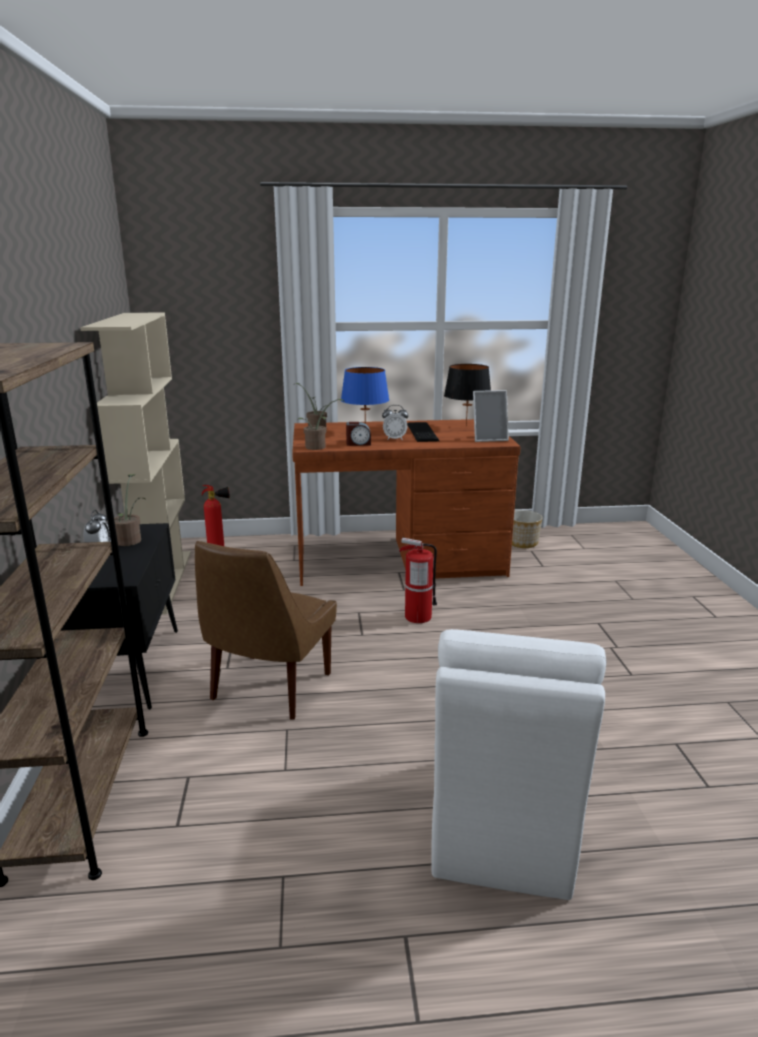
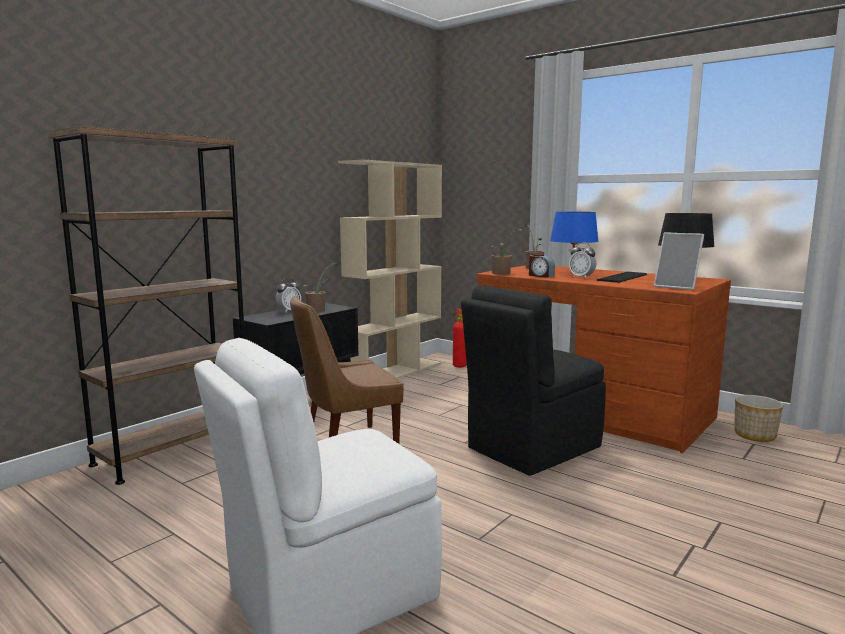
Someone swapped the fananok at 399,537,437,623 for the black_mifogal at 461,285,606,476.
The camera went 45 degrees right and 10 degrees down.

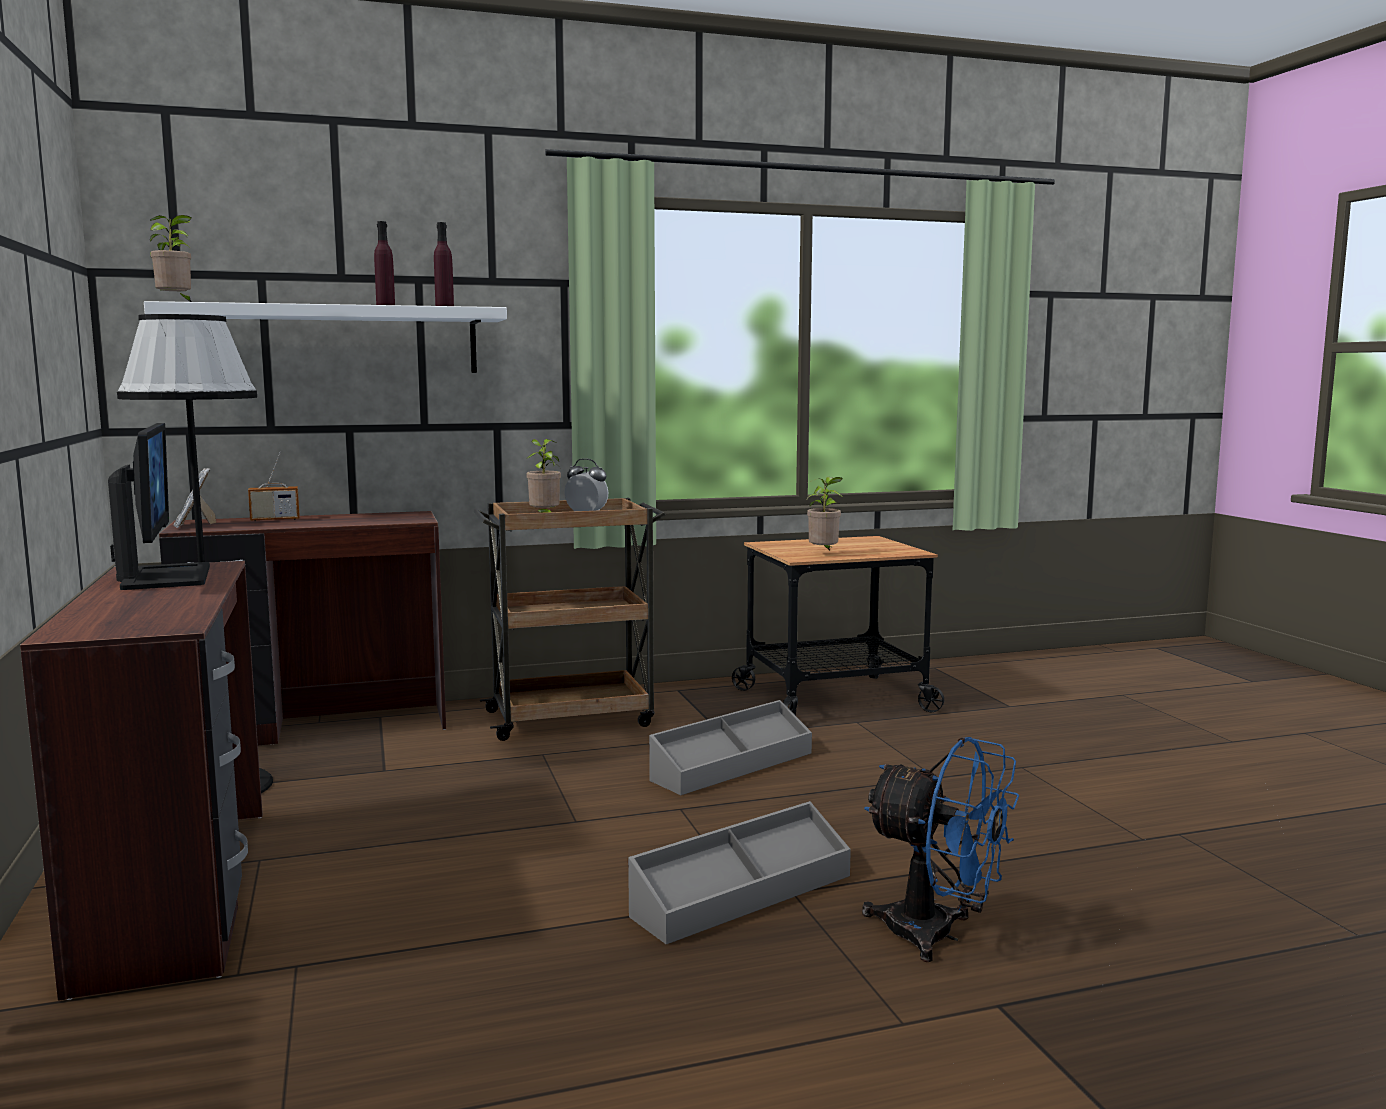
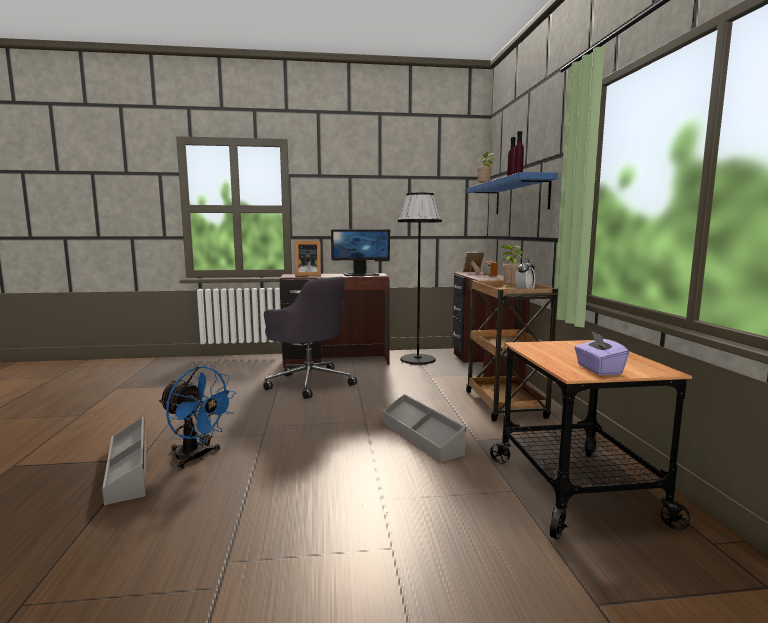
Someone carried the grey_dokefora from 628,801,851,945 to 102,417,146,505.
Someone rotated the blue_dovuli at 862,737,1019,962 by 105 degrees counterclockwise.
Someone put down the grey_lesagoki at 263,277,357,399.
Someone put down the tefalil at 295,241,321,277.
Someone repainted the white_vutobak at 144,301,507,373, which became the blue_vutobak at 467,172,558,214.
Someone put down the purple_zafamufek at 574,331,629,375.
Someone took away the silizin at 807,477,843,551.
The camera went 100 degrees right and 0 degrees up.

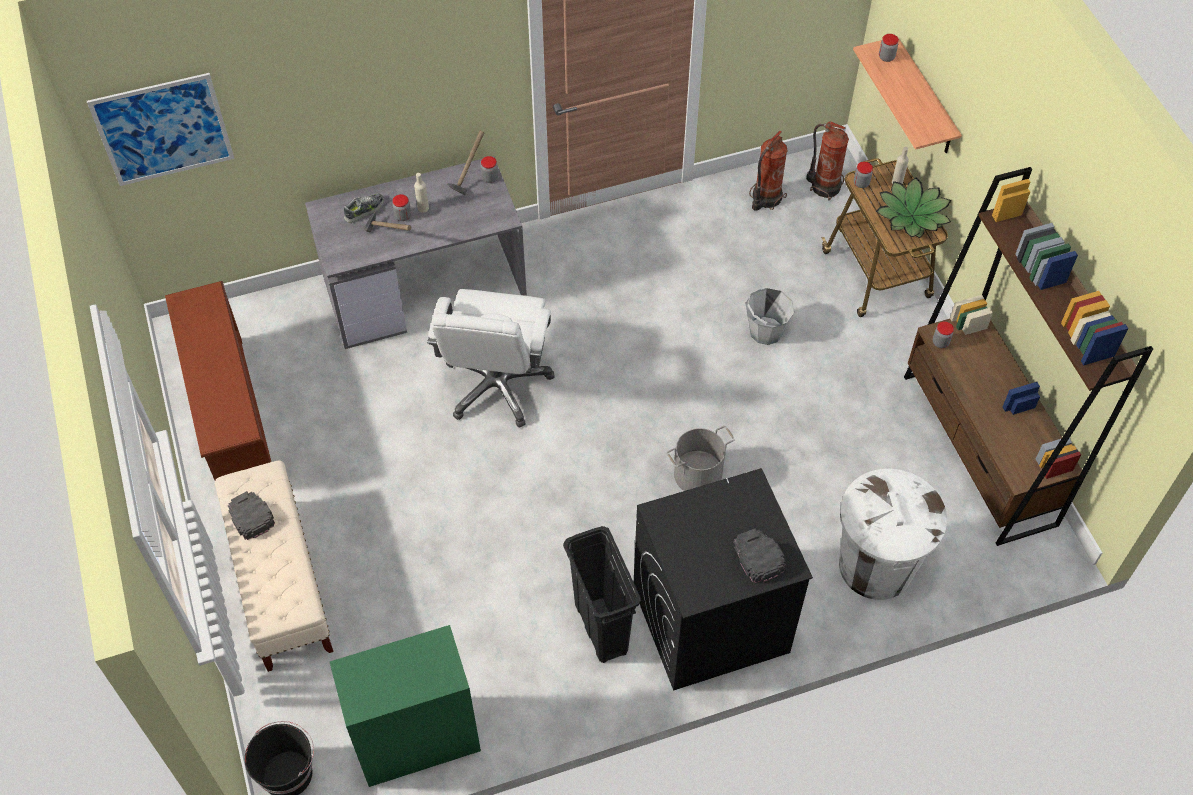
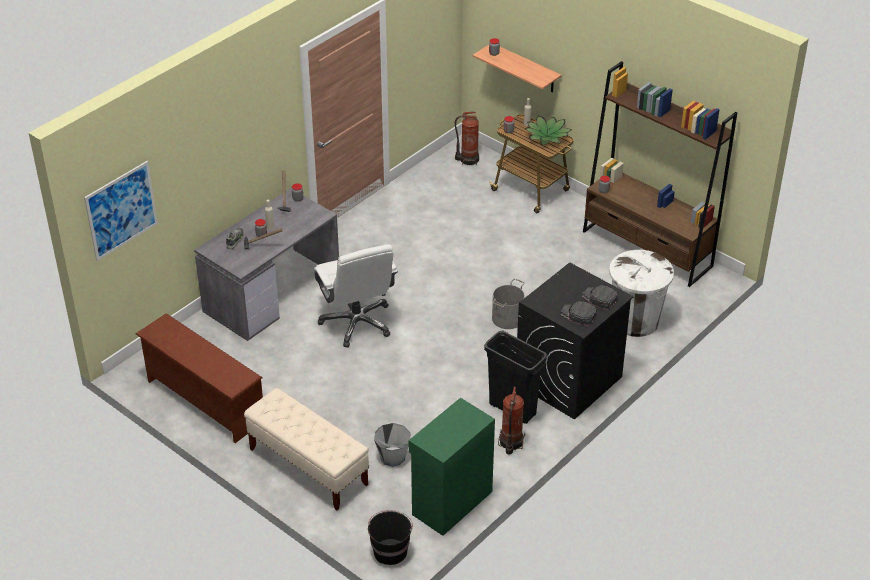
Someone carried the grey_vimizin from 746,288,794,345 to 374,423,411,467.
Someone carried the fananok from 749,131,788,211 to 498,387,525,455.
Someone carried the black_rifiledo from 228,491,275,540 to 560,301,597,326.
The camera went 30 degrees left and 15 degrees down.

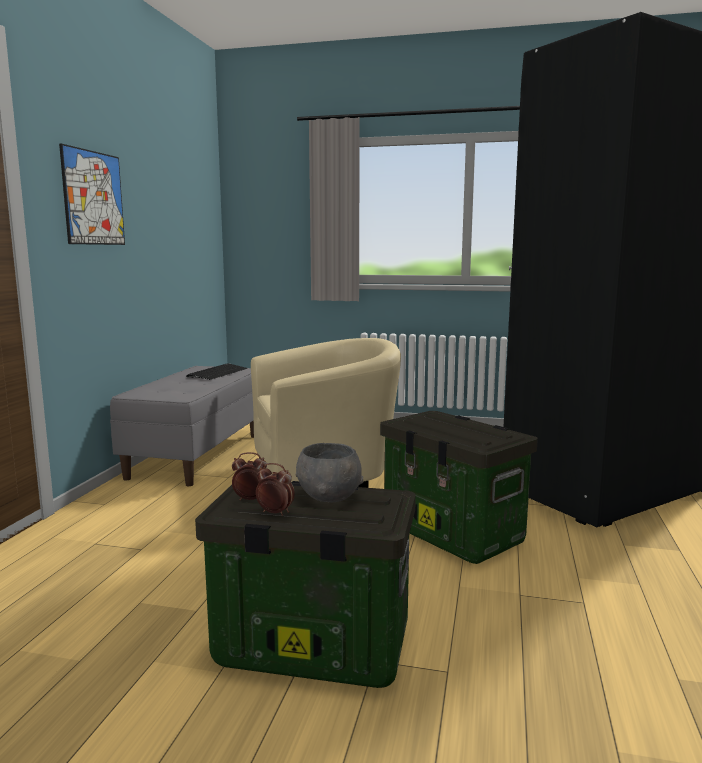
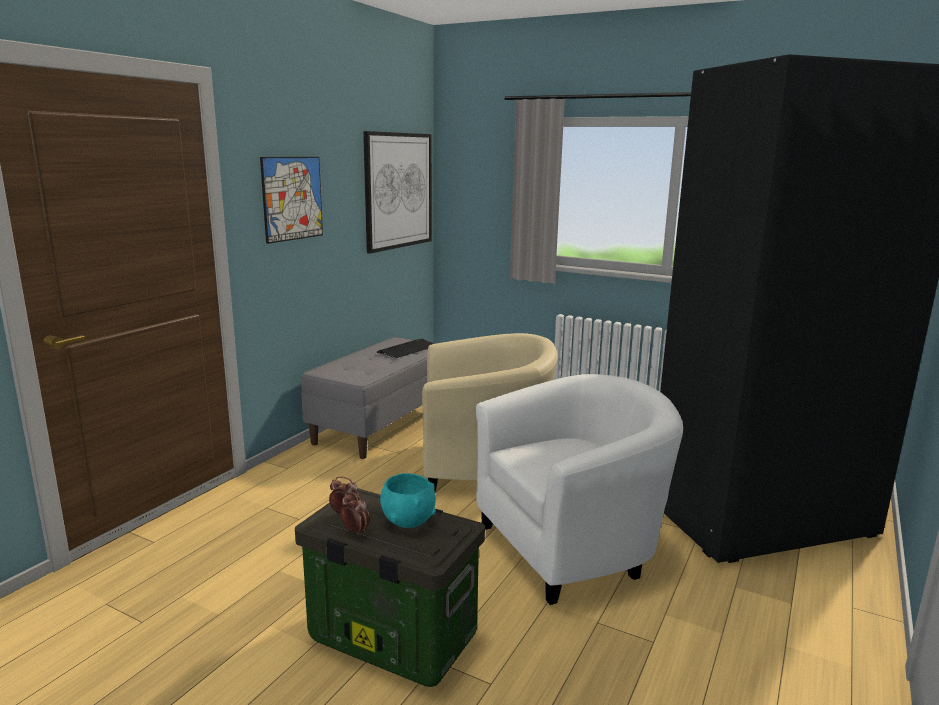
Someone put up the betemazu at 363,131,432,254.
Someone repainted the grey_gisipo at 296,443,363,502, which became the turquoise_gisipo at 380,473,436,528.
Someone swapped the dokefora at 380,411,538,564 for the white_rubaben at 476,374,683,605.
The camera went 15 degrees right and 5 degrees up.

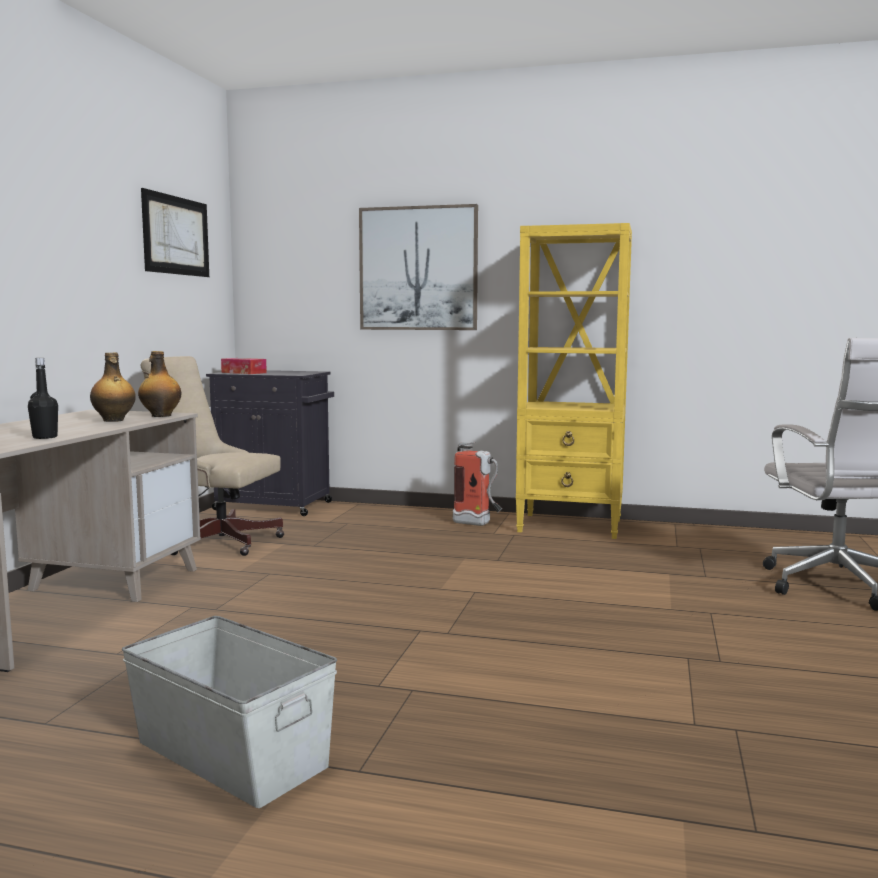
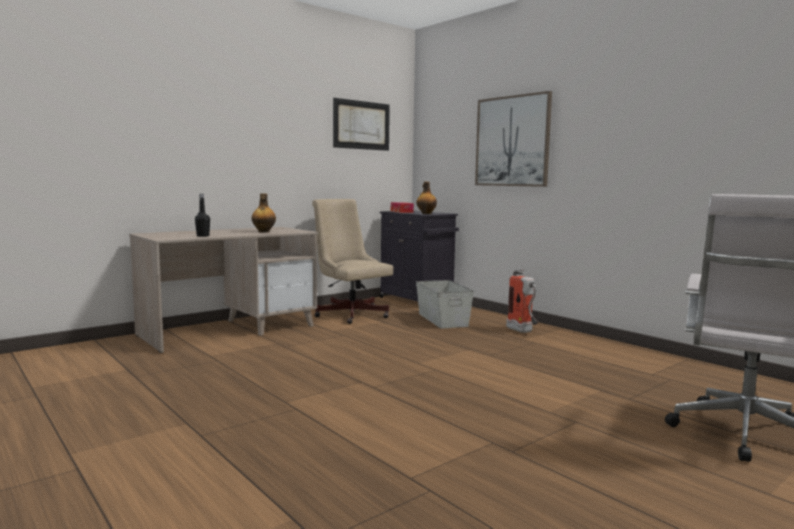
Someone carried the grey_dokefora from 122,616,337,808 to 416,280,474,329.
Someone carried the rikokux from 138,351,181,417 to 417,182,437,214.
Someone took away the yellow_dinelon at 516,223,632,539.
The camera went 35 degrees right and 0 degrees up.

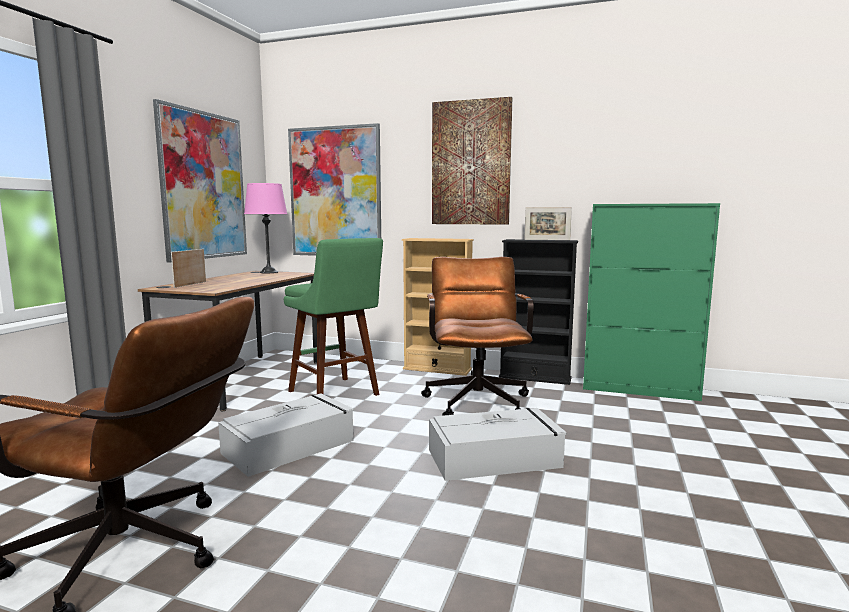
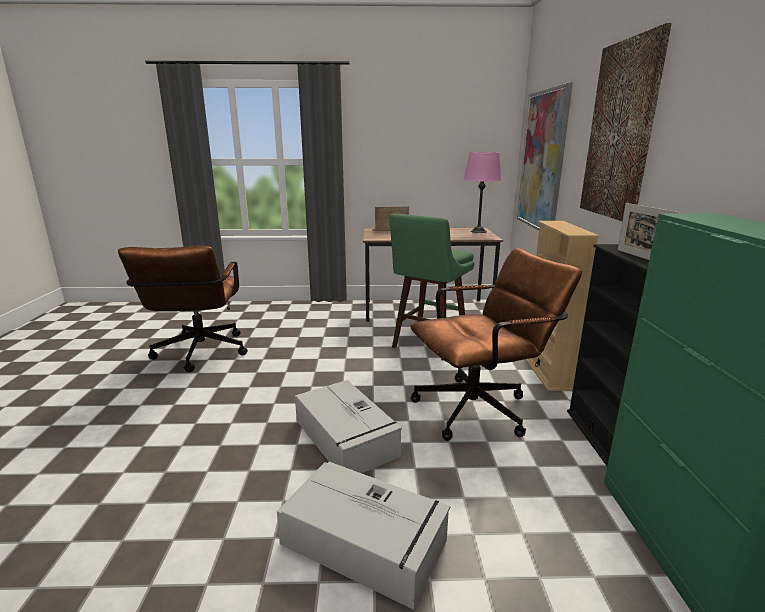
Someone carried the grey_dokefora from 218,393,354,477 to 277,462,450,610.
Someone took away the betemazu at 153,99,247,262.
The camera went 70 degrees right and 10 degrees up.

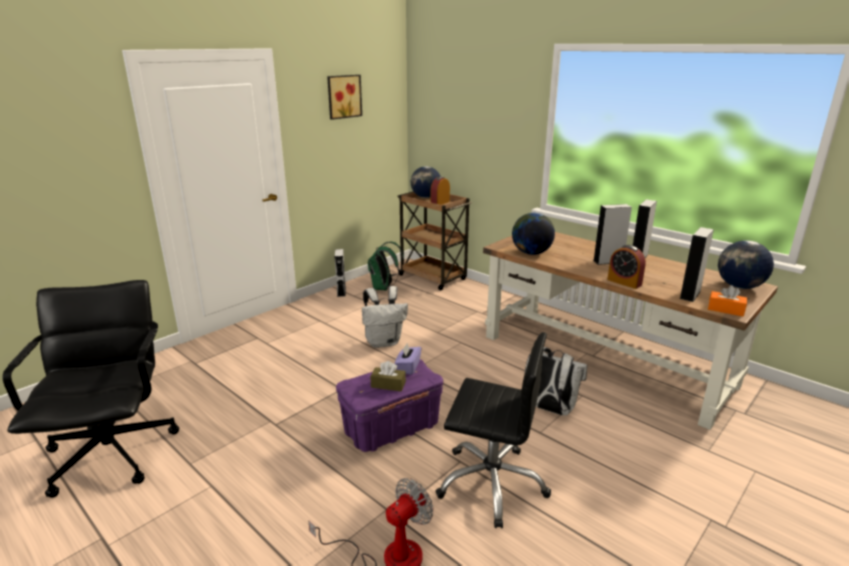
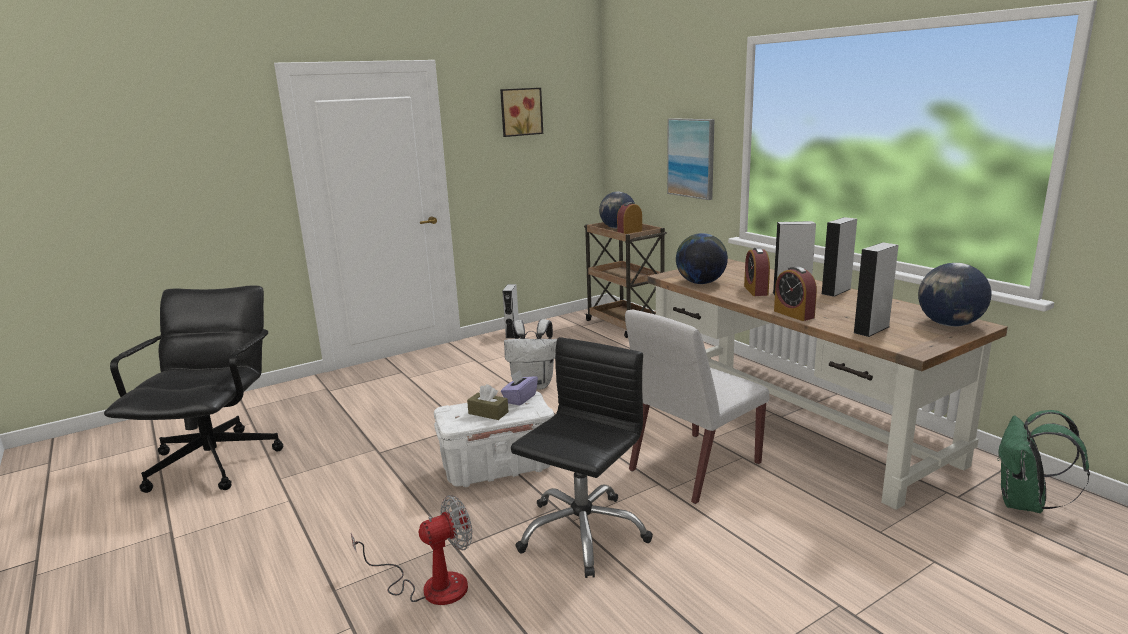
Someone repainted the purple_dokefora at 336,359,443,452, which became the white_dokefora at 434,391,554,487.
Someone rotated the black_lesagoki at 435,332,551,528 by 90 degrees counterclockwise.
Someone swapped the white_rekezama at 525,347,588,416 for the white_mifogal at 625,309,769,504.
Someone put up the betemazu at 667,118,715,200.
Someone put down the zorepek at 744,247,770,296.
Someone carried the green_rekezama from 368,242,405,290 to 997,410,1090,513.
Someone took away the orange_zafamufek at 708,285,747,316.
The camera went 15 degrees right and 5 degrees down.

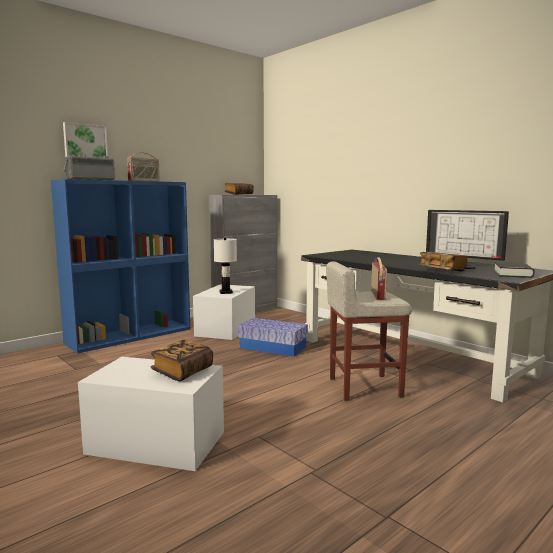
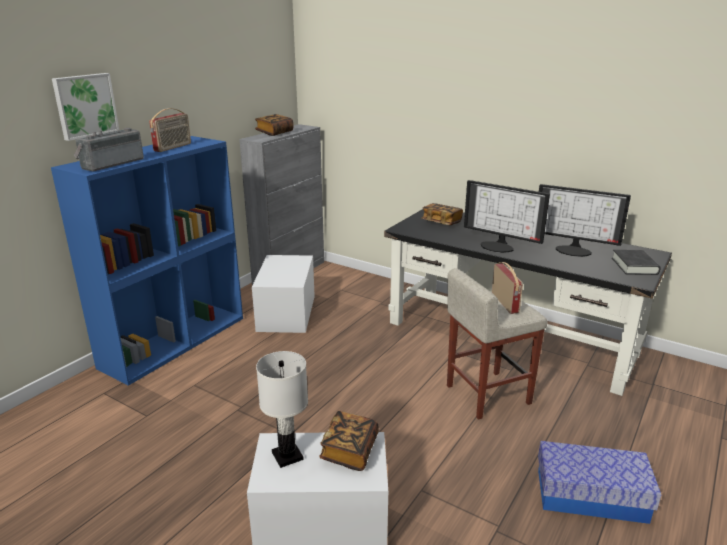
Someone carried the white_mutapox from 214,238,237,294 to 256,351,308,468.
Someone carried the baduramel from 419,252,467,272 to 422,203,463,225.
Someone put down the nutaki at 464,180,550,253.
Someone carried the dokefora from 238,318,308,357 to 538,441,661,524.
The camera went 15 degrees left and 15 degrees up.

